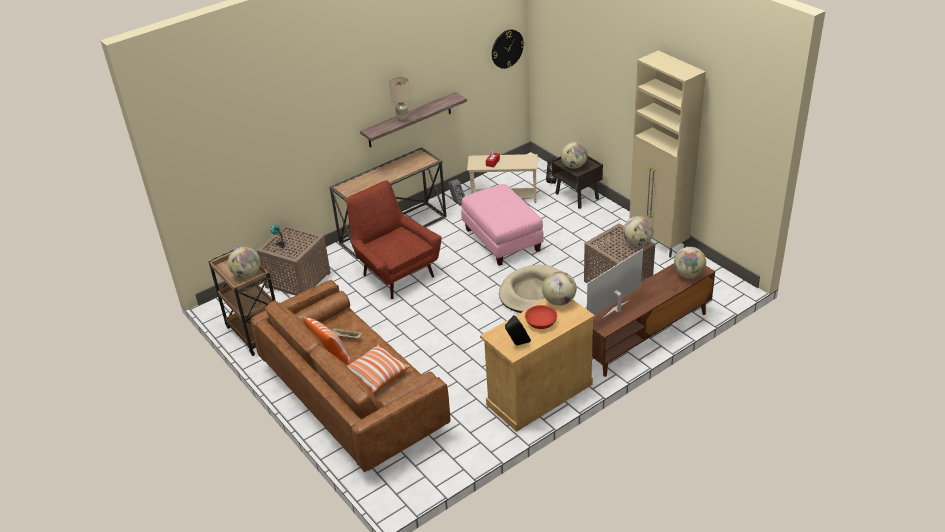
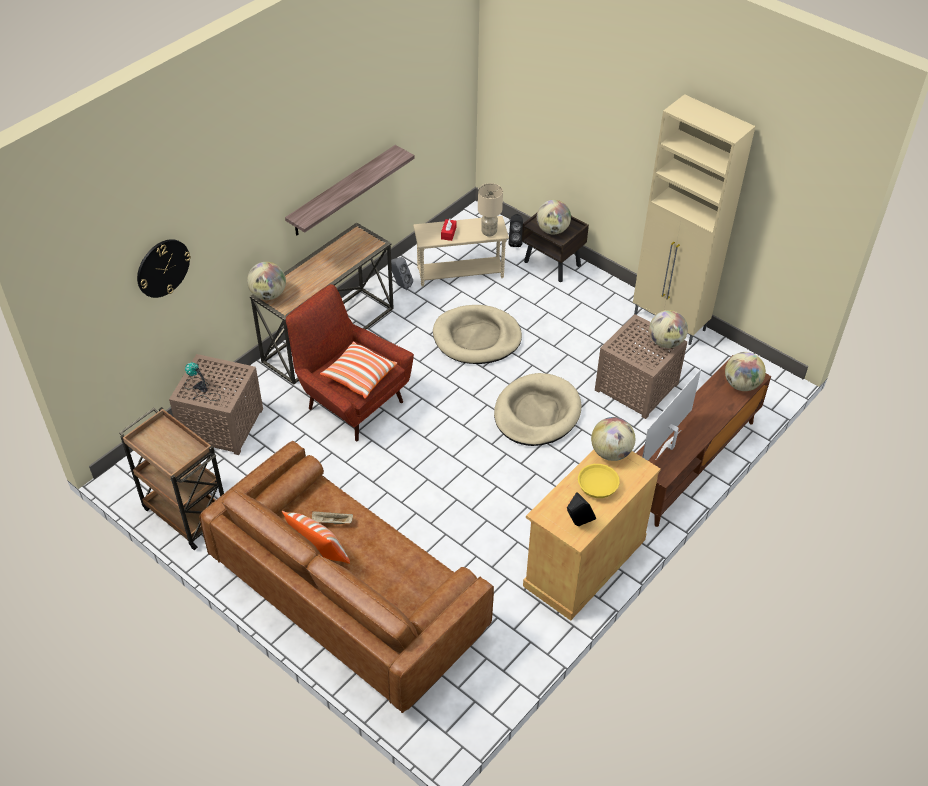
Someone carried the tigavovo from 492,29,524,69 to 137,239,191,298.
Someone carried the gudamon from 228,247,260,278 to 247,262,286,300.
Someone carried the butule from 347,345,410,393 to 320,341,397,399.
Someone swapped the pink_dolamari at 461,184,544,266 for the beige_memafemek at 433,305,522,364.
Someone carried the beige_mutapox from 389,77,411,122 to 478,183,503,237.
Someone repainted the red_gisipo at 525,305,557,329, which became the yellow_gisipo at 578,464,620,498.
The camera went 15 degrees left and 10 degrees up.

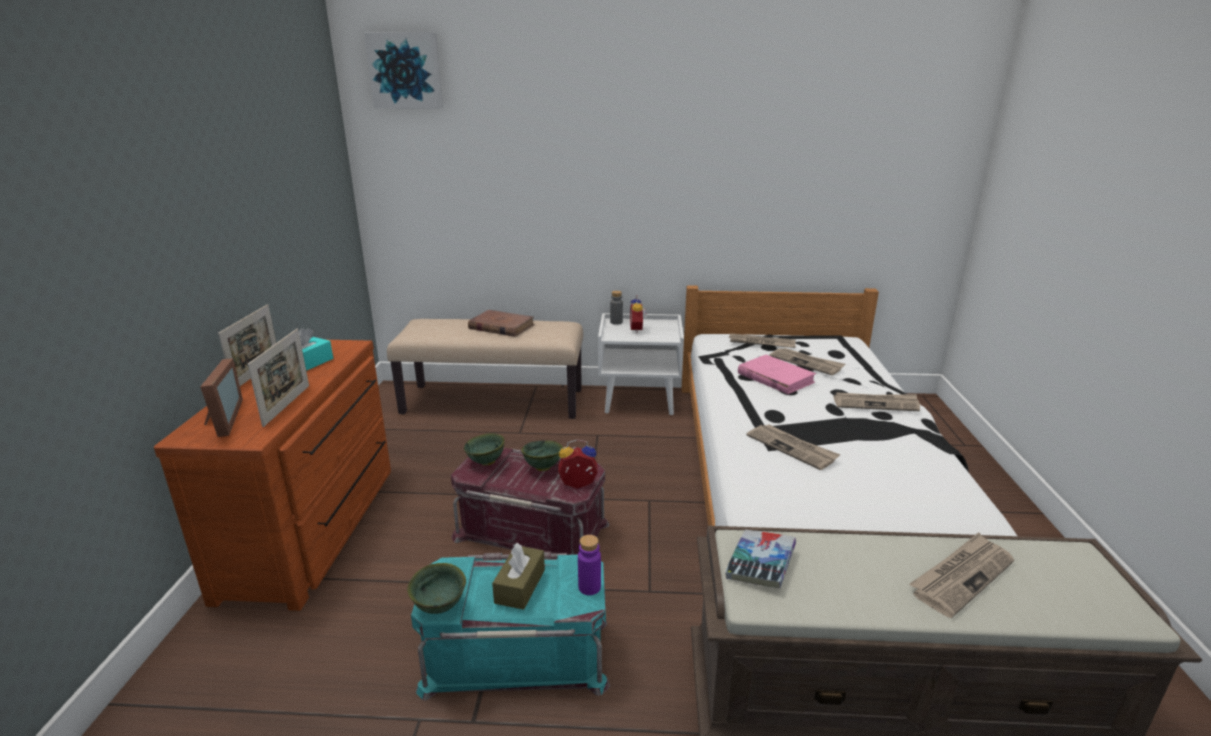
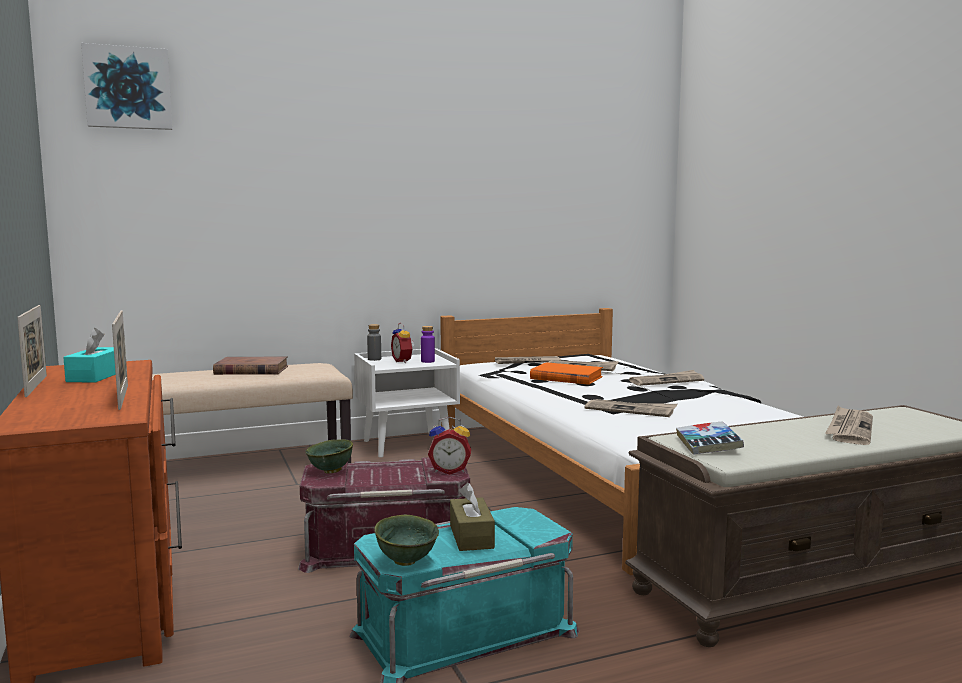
Someone carried the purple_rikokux from 578,535,601,595 to 421,326,435,363.
Someone rotated the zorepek at 558,439,598,489 by 150 degrees counterclockwise.
Someone repainted the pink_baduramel at 738,355,816,394, which became the orange_baduramel at 530,362,603,385.
Someone took away the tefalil at 200,358,243,437.
Someone took away the green_gisipo at 521,440,563,471.
The camera went 25 degrees left and 15 degrees down.

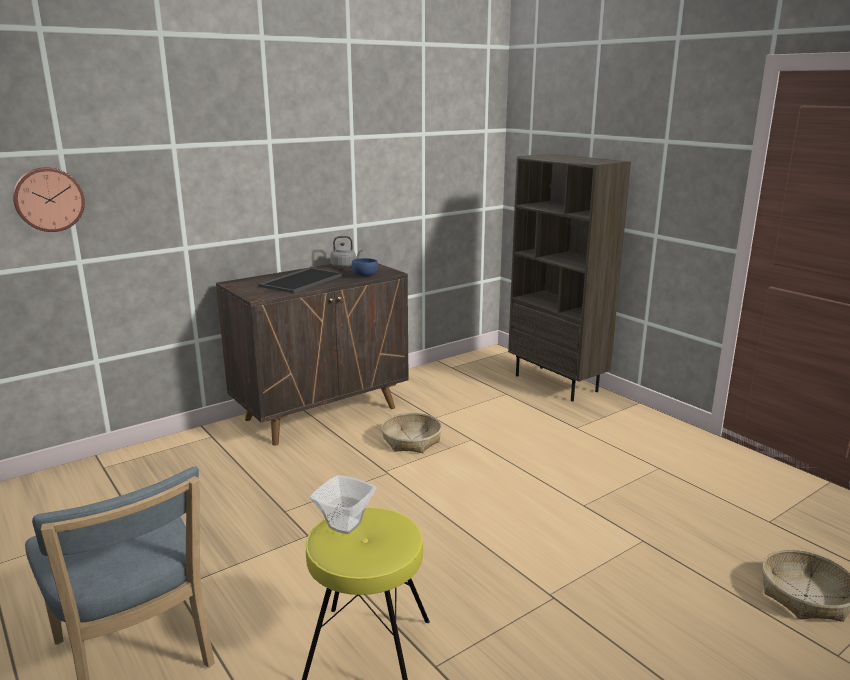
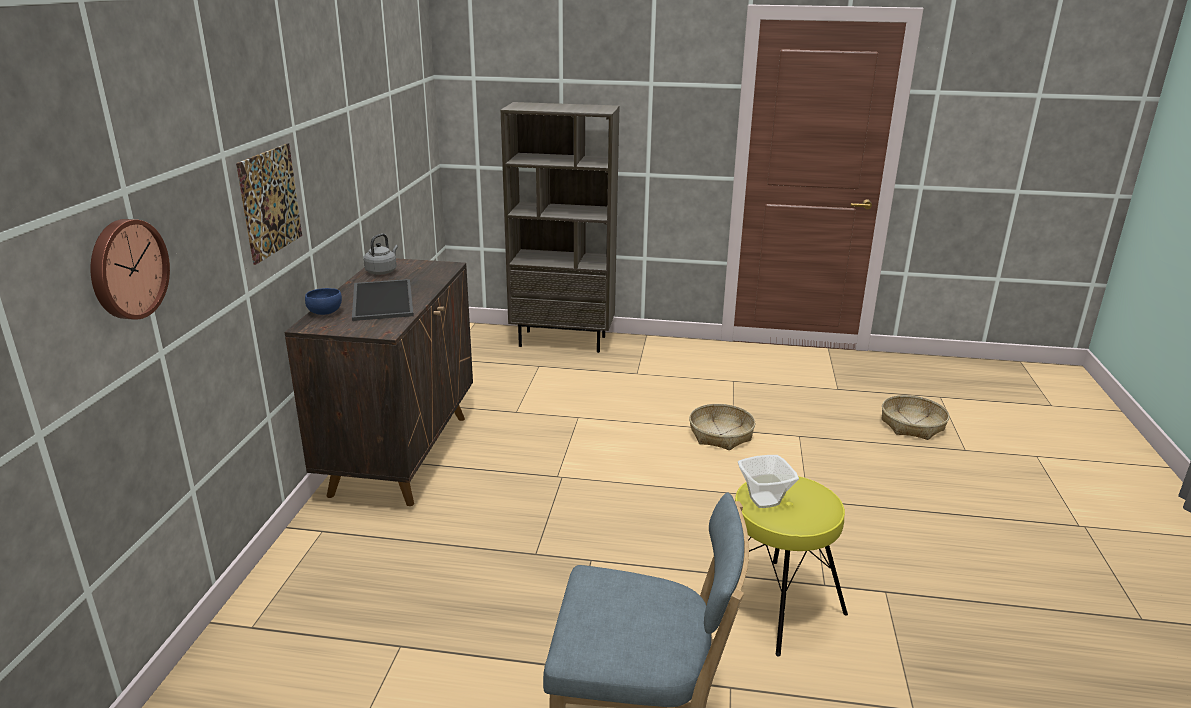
Someone put up the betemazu at 236,143,302,265.
Someone carried the blue_gisipo from 351,258,378,277 to 305,288,342,315.
Someone carried the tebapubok from 381,413,442,453 to 689,404,755,450.
The camera went 45 degrees left and 5 degrees up.

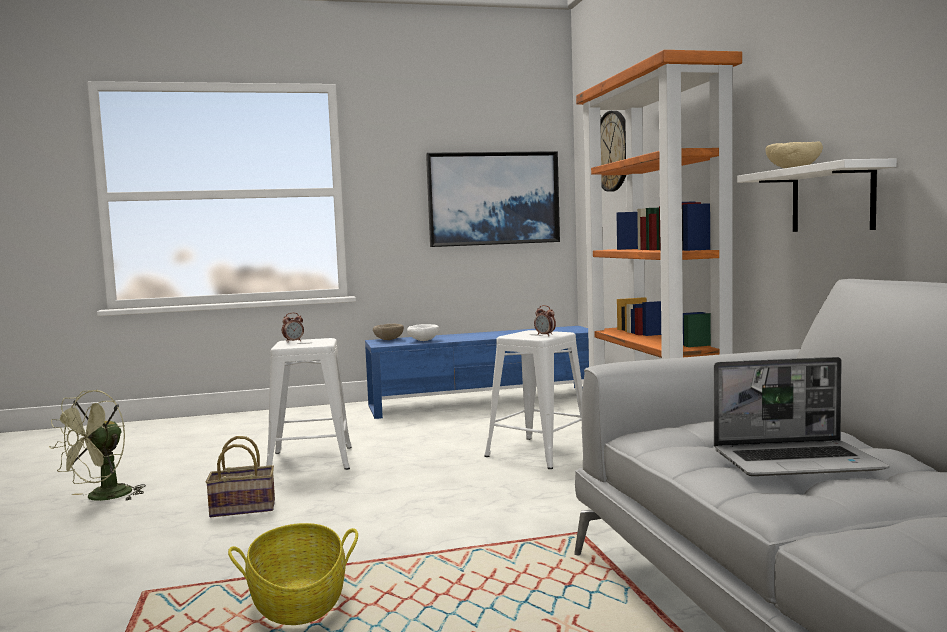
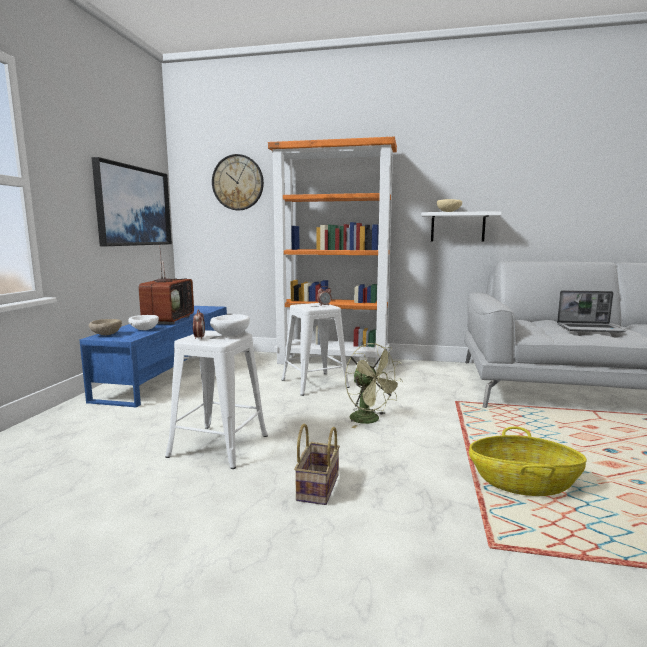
Someone put down the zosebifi at 139,246,194,325.
Someone put down the white_gisipo at 210,314,250,336.
Someone carried the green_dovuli from 49,390,146,501 to 345,343,403,428.
Someone rotated the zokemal at 714,357,889,476 by 75 degrees clockwise.
The camera went 65 degrees left and 5 degrees up.

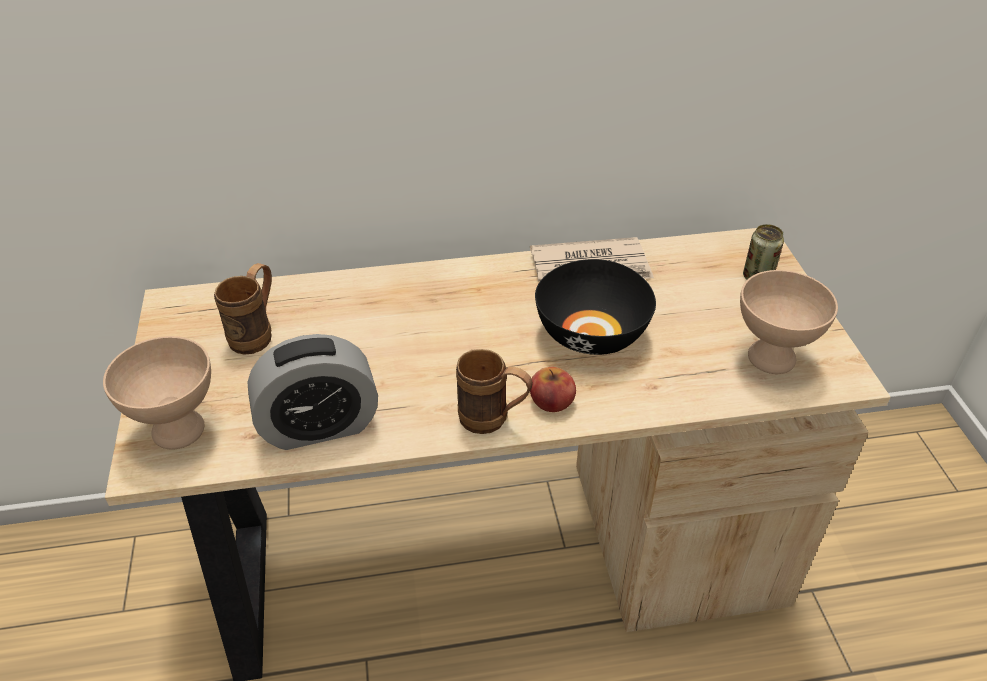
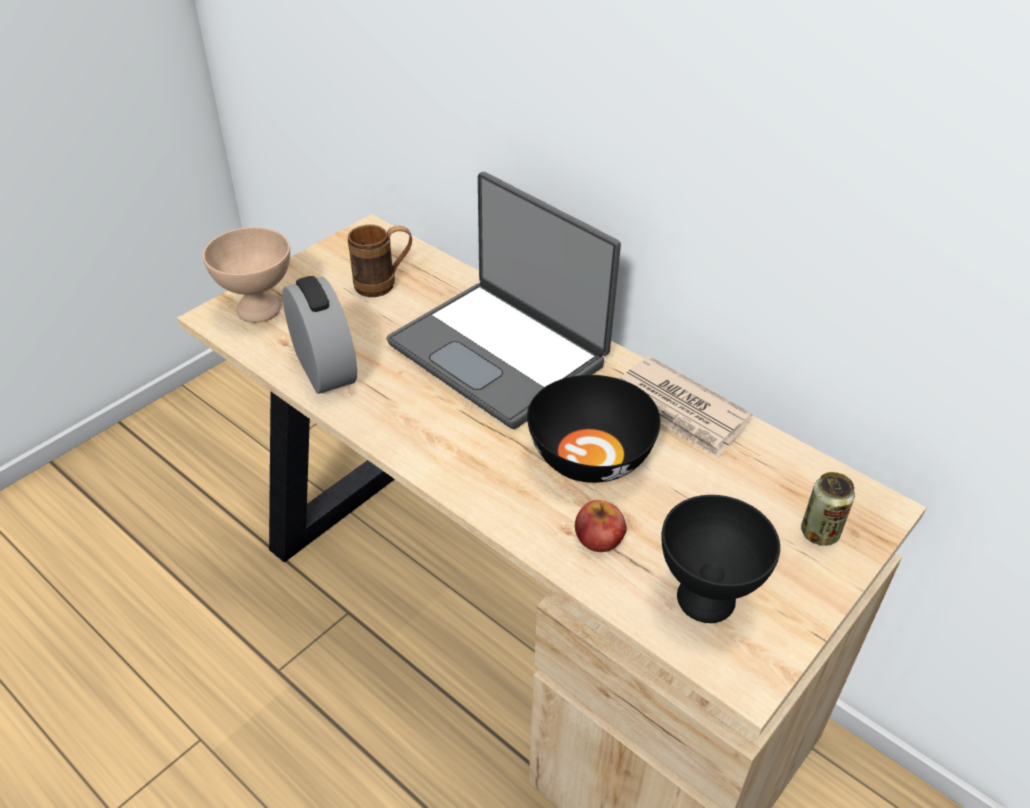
Someone rotated the zorepek at 247,334,378,450 by 150 degrees counterclockwise.
Someone put down the zokemal at 387,172,621,429.
Someone carried the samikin from 530,367,576,412 to 575,500,627,552.
Someone repainted the beige_gisipo at 740,270,838,374, which became the black_gisipo at 661,495,780,623.
Someone took away the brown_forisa at 456,349,533,434.
The camera went 50 degrees right and 0 degrees up.

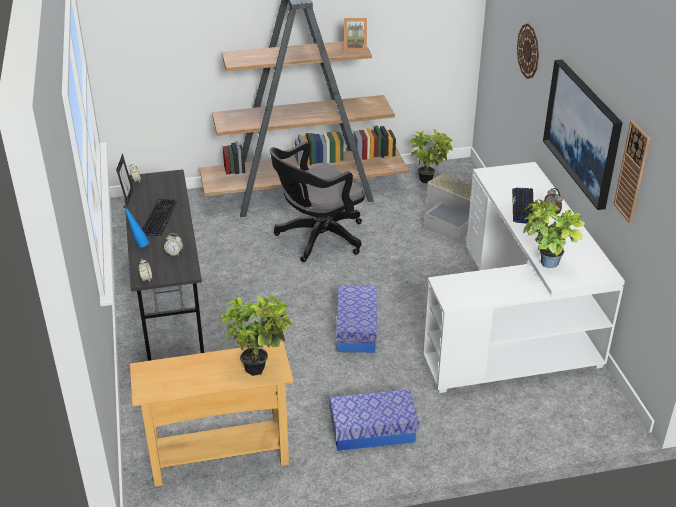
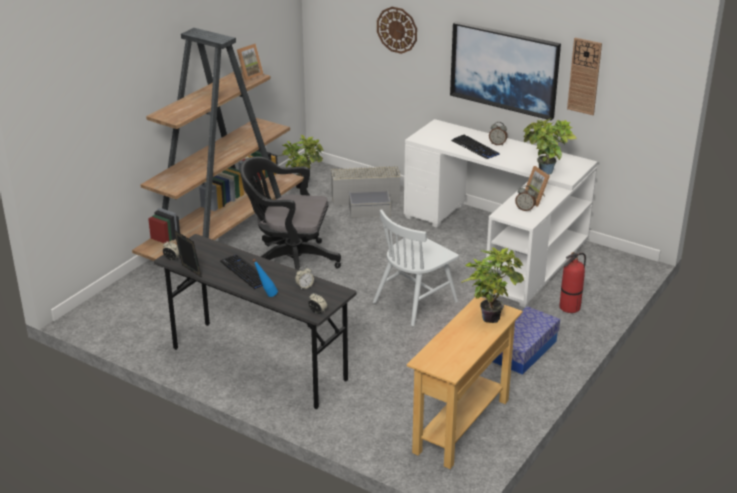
Someone rotated the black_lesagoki at 270,142,364,262 by 90 degrees clockwise.
Someone swapped the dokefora at 336,285,377,353 for the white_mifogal at 373,209,459,326.
Someone put down the zorepek at 515,185,536,211.
Someone put down the tefalil at 525,166,550,207.
Someone put down the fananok at 560,252,586,313.
The camera went 45 degrees left and 5 degrees down.

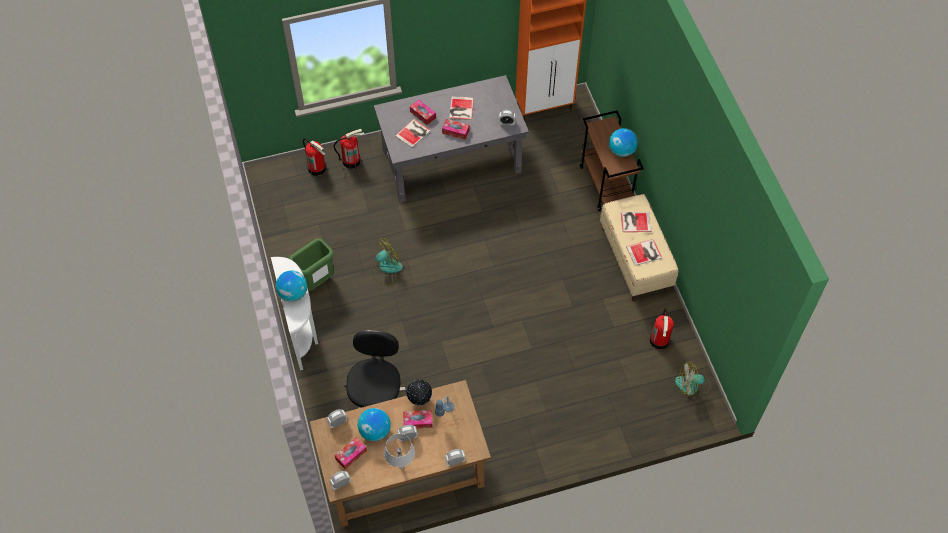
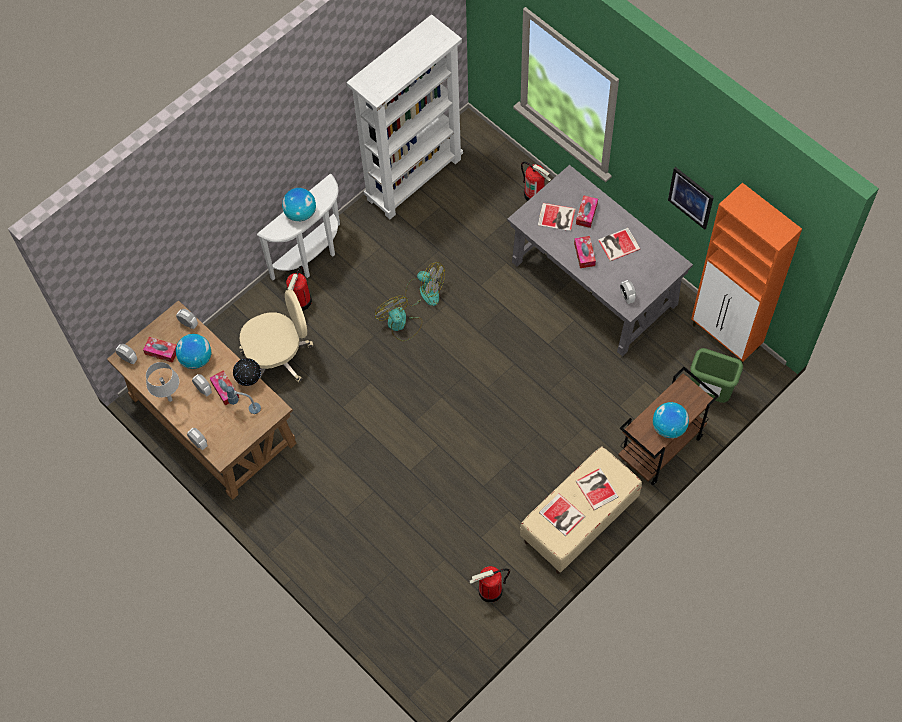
Someone repainted the black_lesagoki at 344,330,408,408, which became the beige_lesagoki at 239,290,313,382.
Someone carried the fananok from 303,138,326,176 to 286,266,312,311.
Someone put down the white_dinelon at 346,14,463,219.
Someone carried the dovuli from 675,362,710,396 to 375,295,422,341.
Someone put up the betemazu at 668,167,714,230.
Someone carried the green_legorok from 289,238,334,291 to 690,348,743,403.
The camera went 65 degrees right and 5 degrees up.

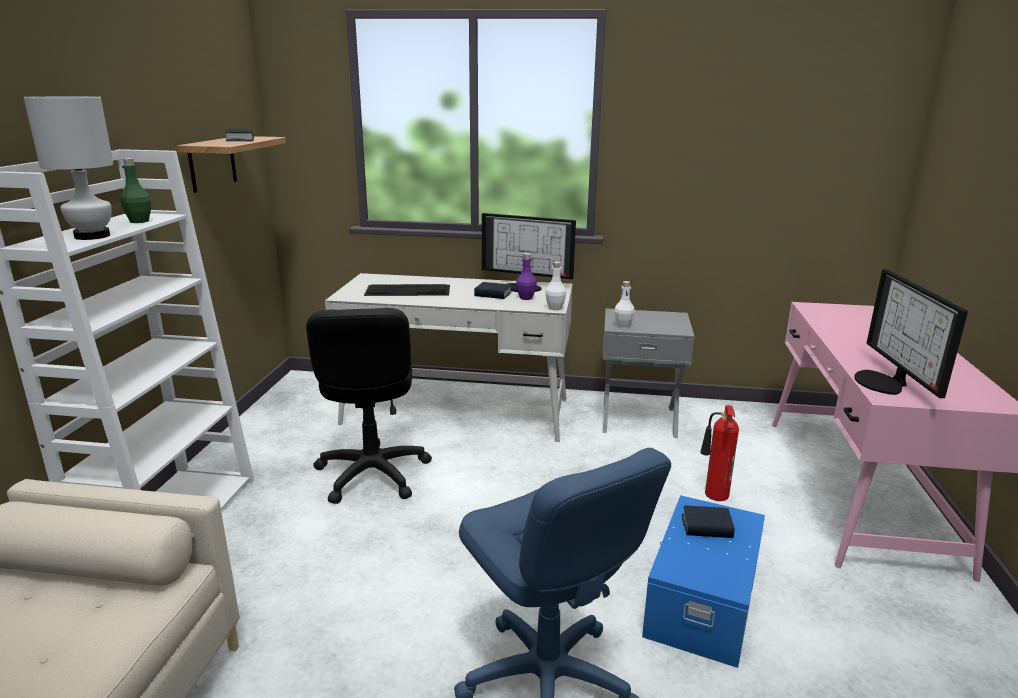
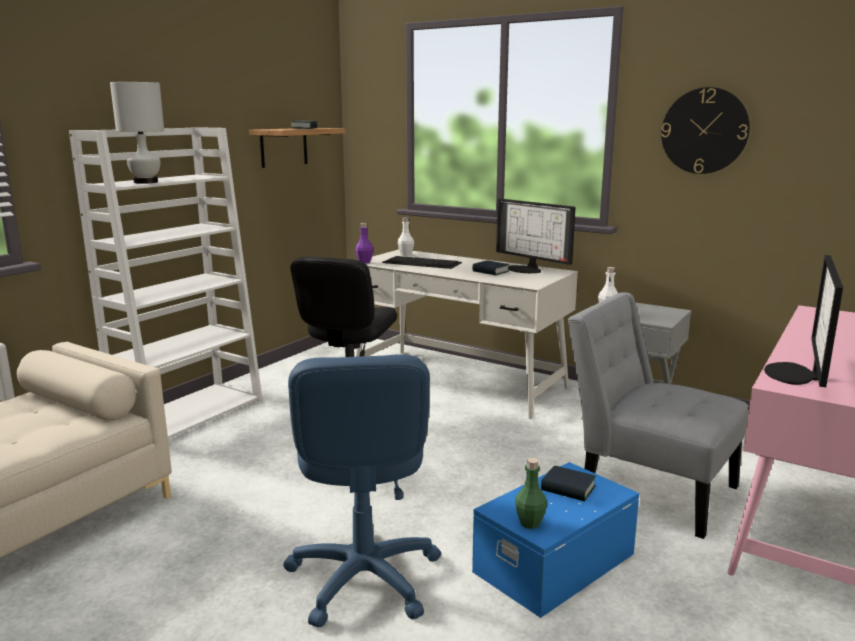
Someone carried the purple_rikokux from 516,253,537,300 to 355,223,373,263.
Someone carried the white_rikokux from 545,261,566,310 to 398,217,414,256.
Someone carried the green_rikokux from 120,158,151,223 to 515,458,547,529.
Someone swapped the fananok at 700,405,739,501 for the grey_mifogal at 568,292,749,539.
Someone put up the tigavovo at 661,87,750,174.
The camera went 25 degrees right and 5 degrees down.

